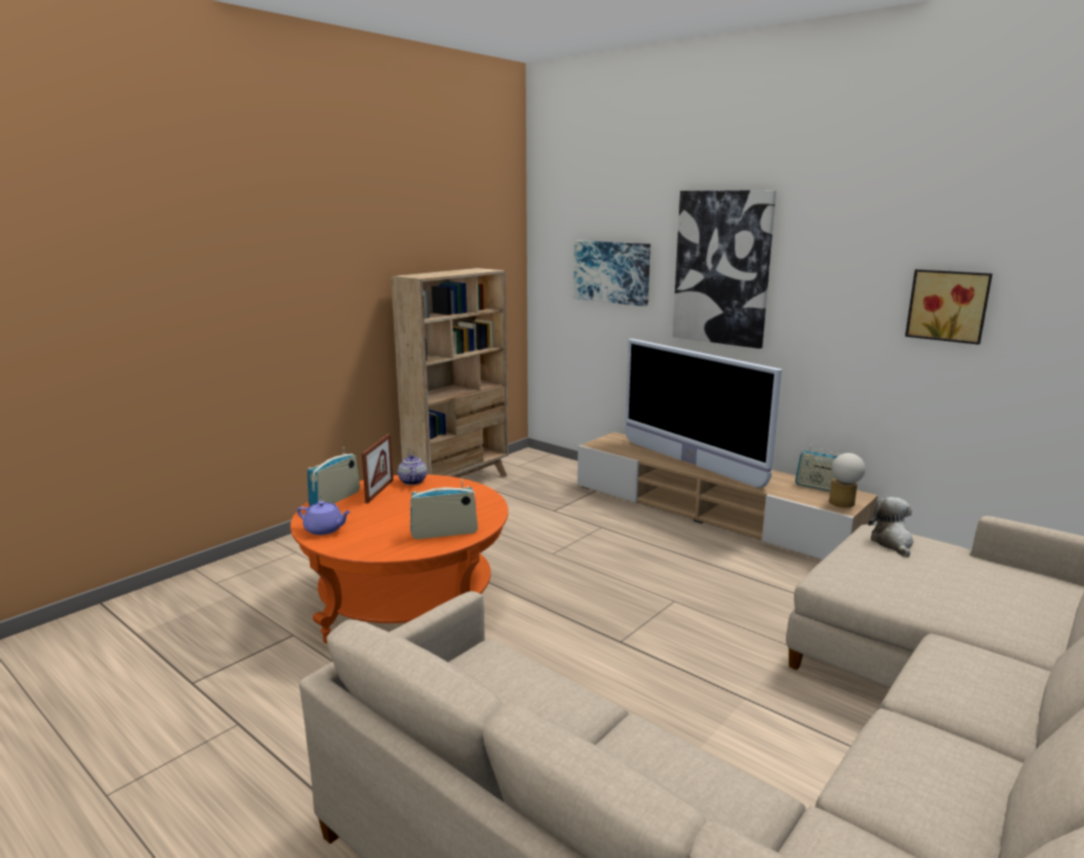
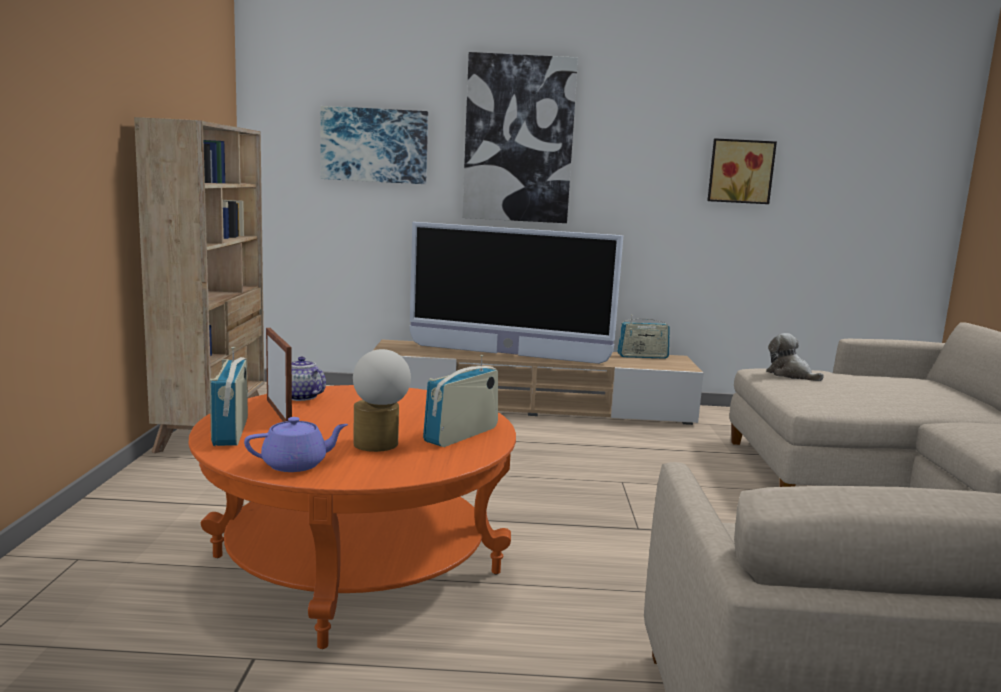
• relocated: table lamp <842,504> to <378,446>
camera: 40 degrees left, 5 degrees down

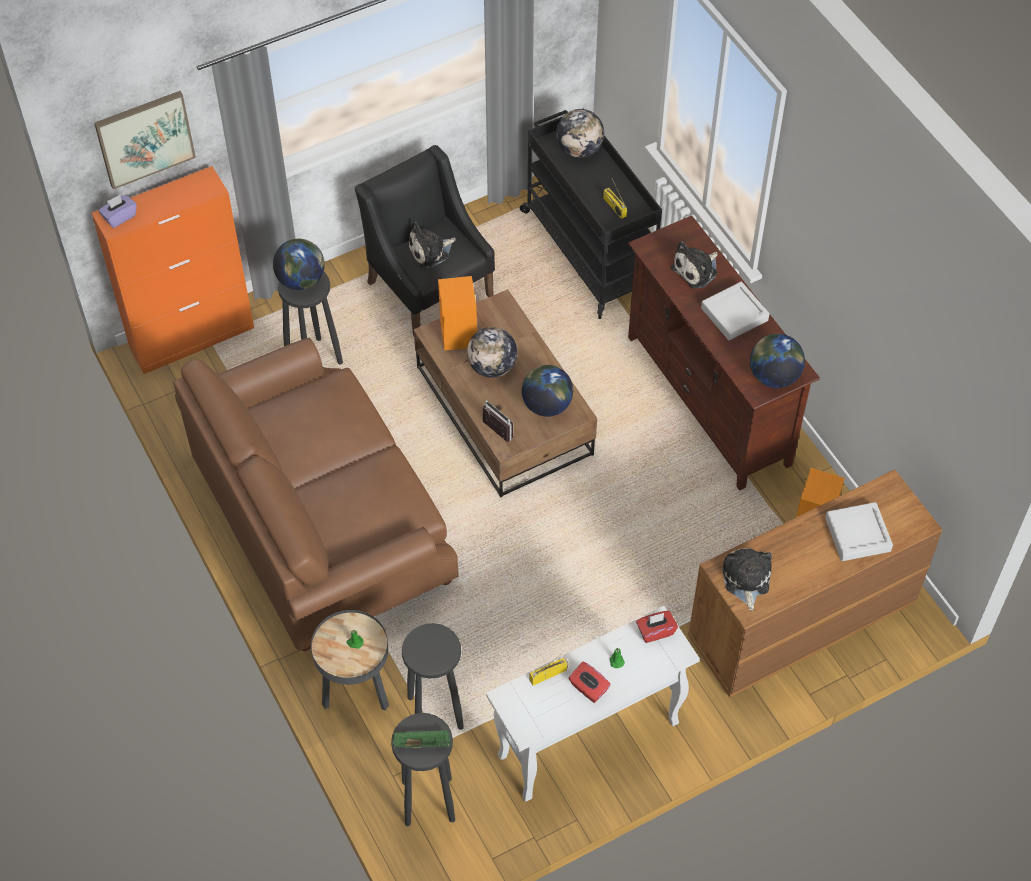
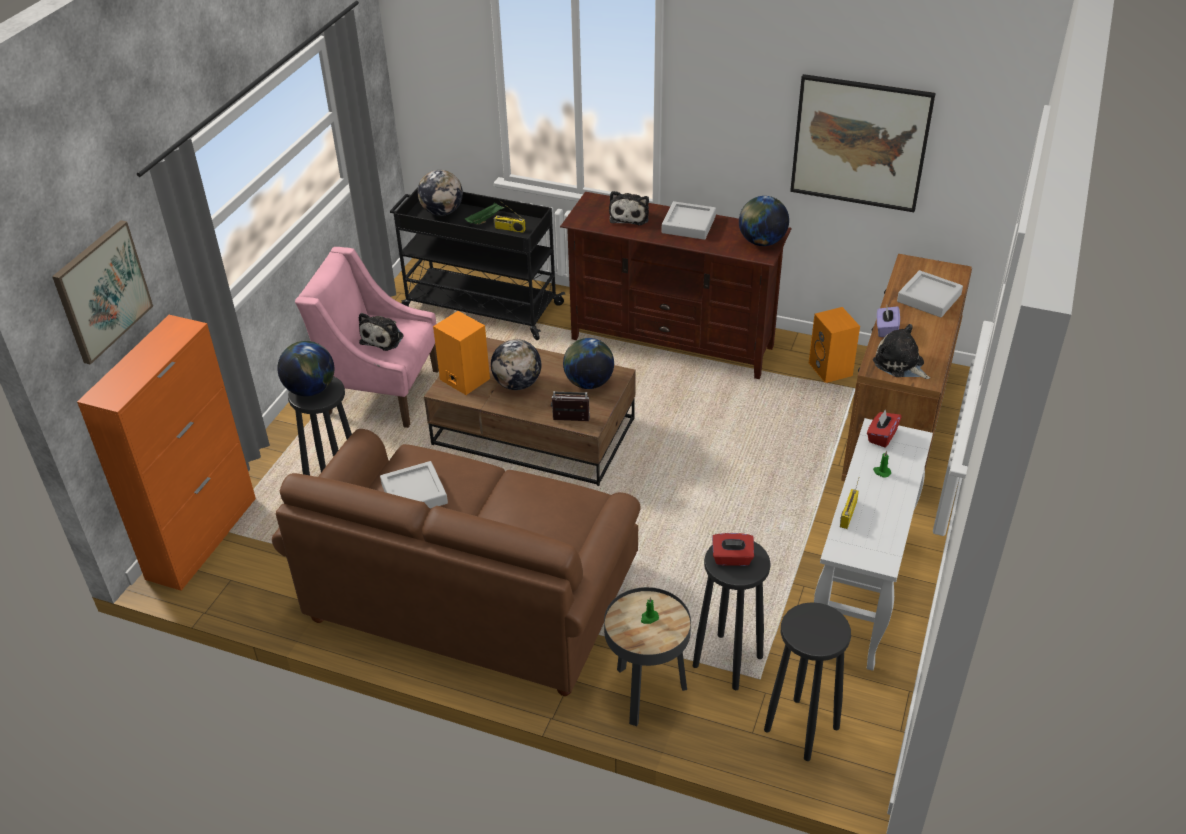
• relocated: purple tissue box <119,217> to <886,330>
• colour: black armchair <429,287> to pink armchair <381,391>
• relocated: green tray <423,743> to <485,219>
• relocated: red tissue box <588,688> to <732,559>
• appeared: grey tray <414,494>
• appeared: picture <860,143>
camera: 40 degrees left, 15 degrees down

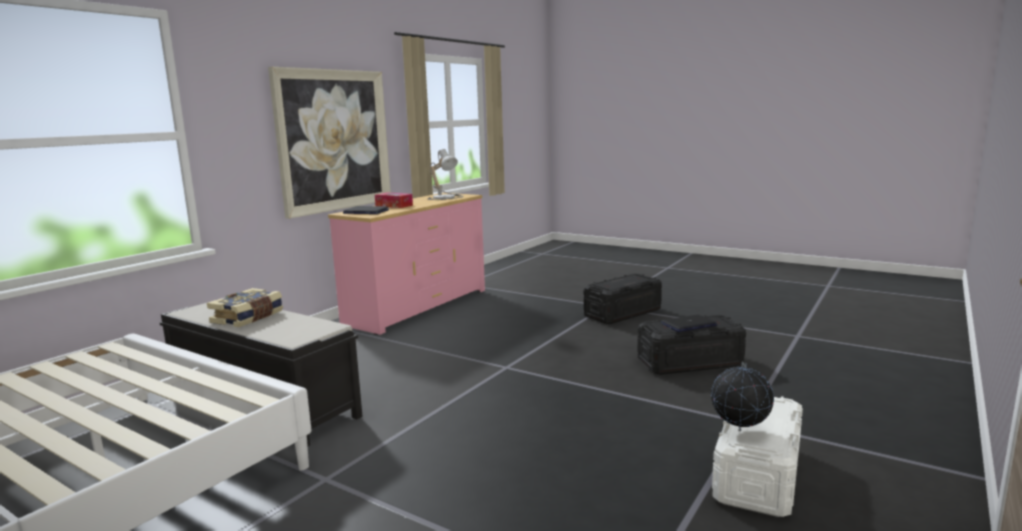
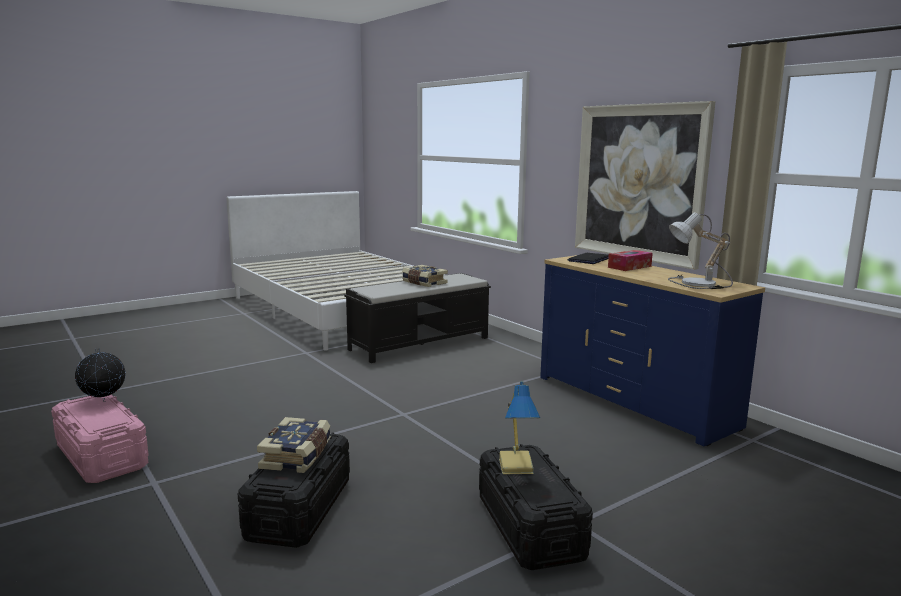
• colour: pink dresser <417,307> to blue dresser <634,401>
• exchanged: laptop <688,324> to book <297,456>
• colour: white storage box <758,474> to pink storage box <101,456>
• appeared: table lamp <517,466>
camera: 110 degrees right, 0 degrees up

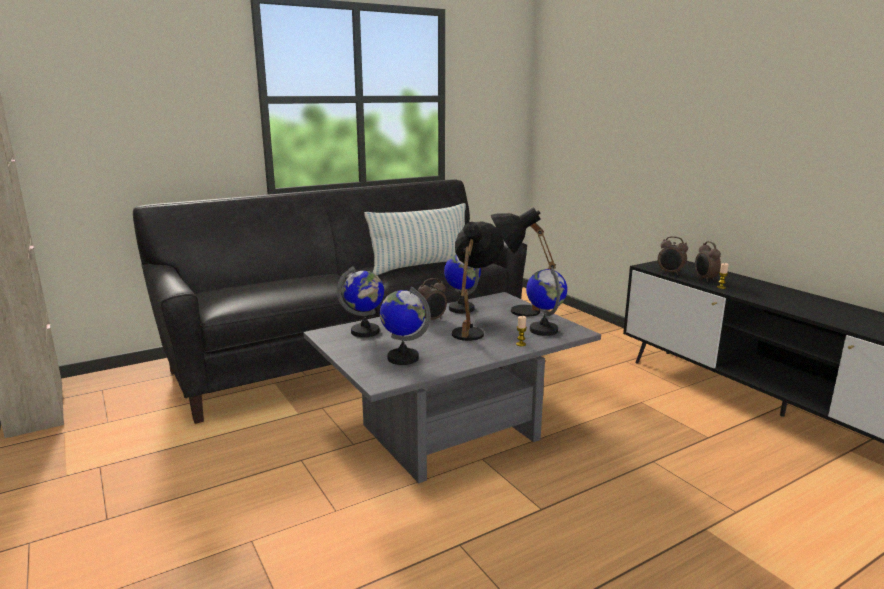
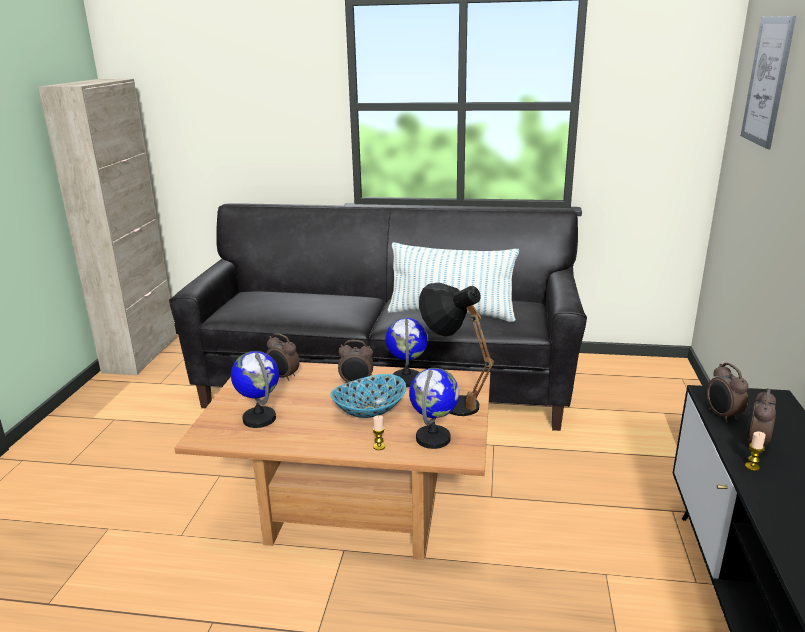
• colour: grey coffee table <450,435> to brown coffee table <352,511>
• exchanged: globe <365,332> to alarm clock <283,377>
• exchanged: black table lamp <472,330> to bowl <368,410>
• appeared: picture <767,81>
camera: 40 degrees right, 5 degrees up

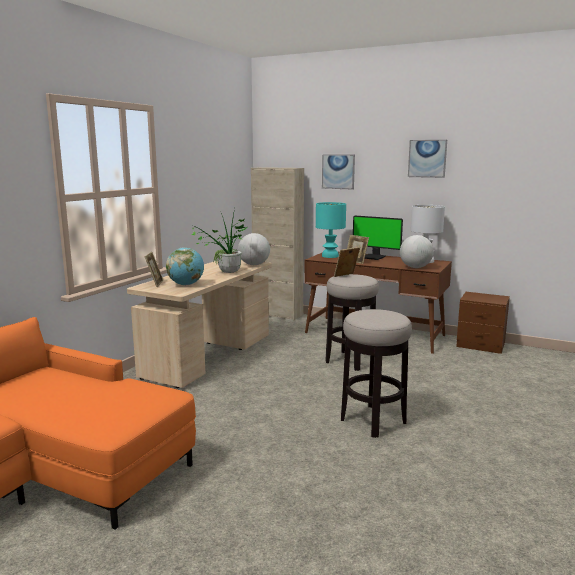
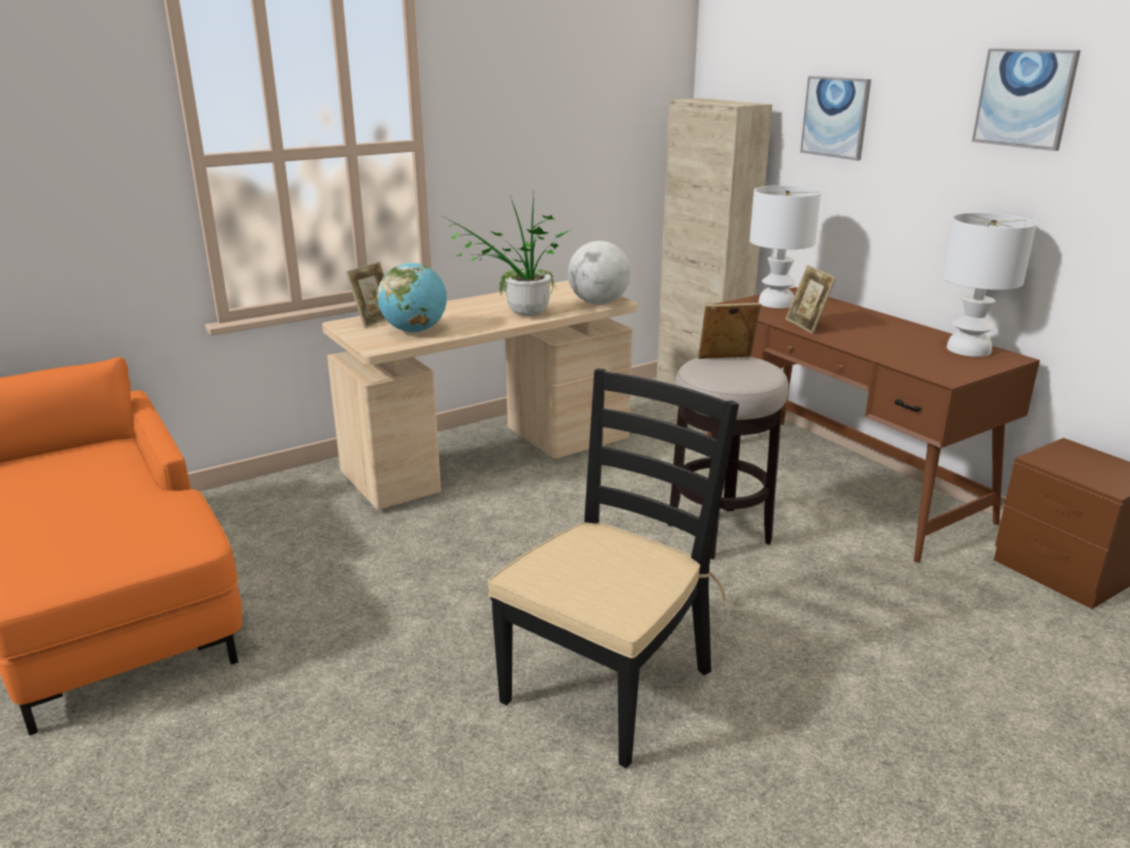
• colour: turquoise table lamp <329,256> to white table lamp <775,303>
• exchanged: stool <373,421> to black chair <608,684>
• missing: monitor <373,257>
• missing: globe <415,267>
camera: 30 degrees right, 10 degrees up

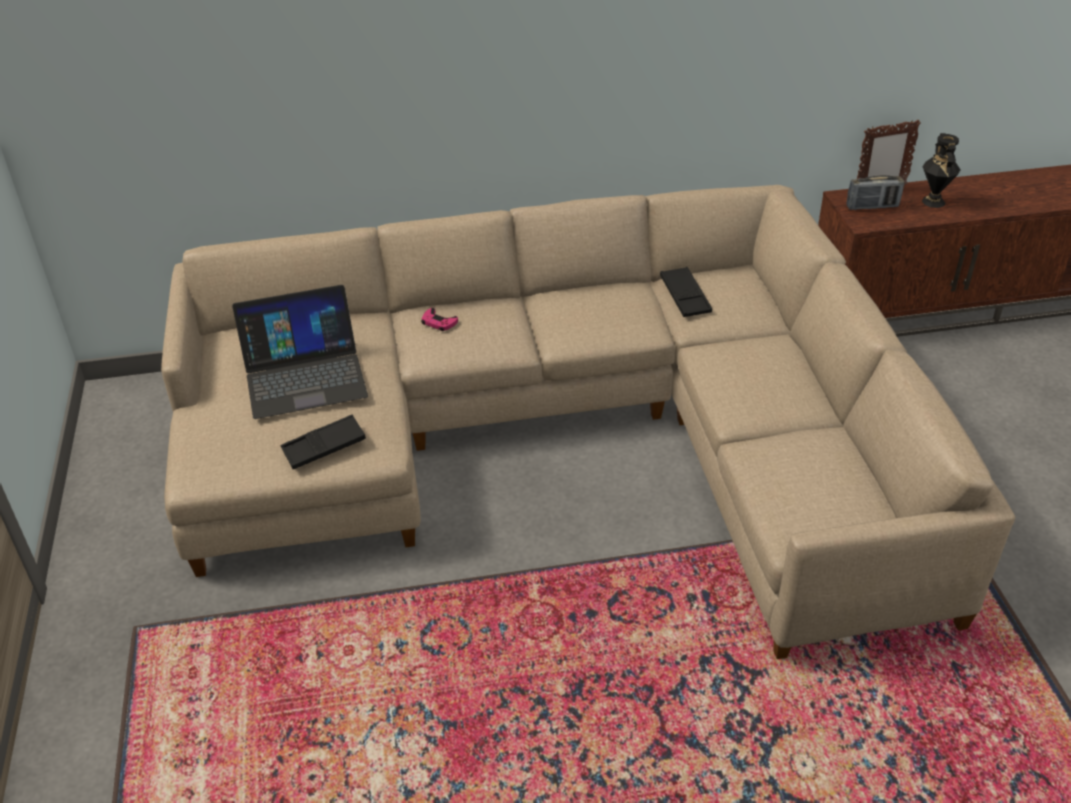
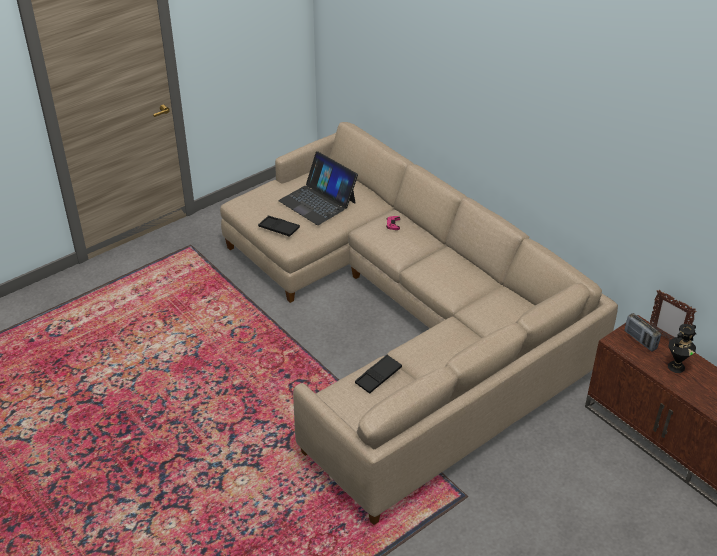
• relocated: black tray <685,296> to <378,376>
camera: 60 degrees right, 0 degrees up

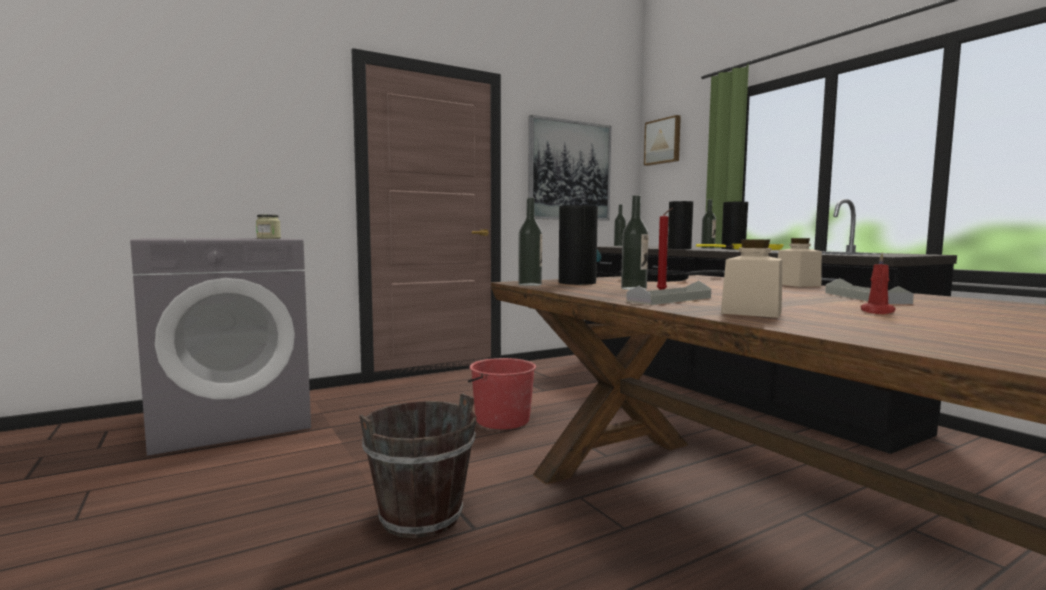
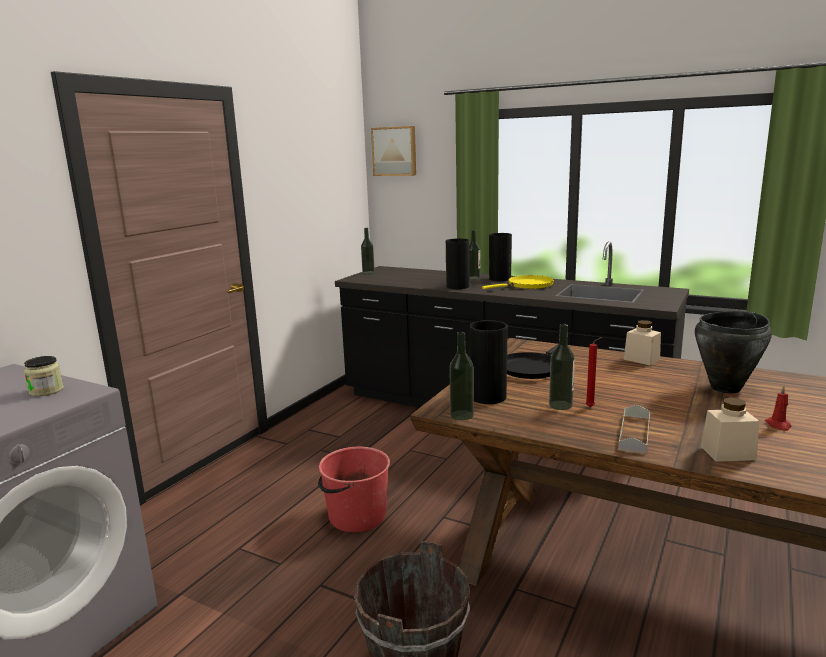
• missing: picture <569,171>
• exchanged: grey tray <865,298> to black cooking pot <726,388>
camera: 30 degrees left, 10 degrees up

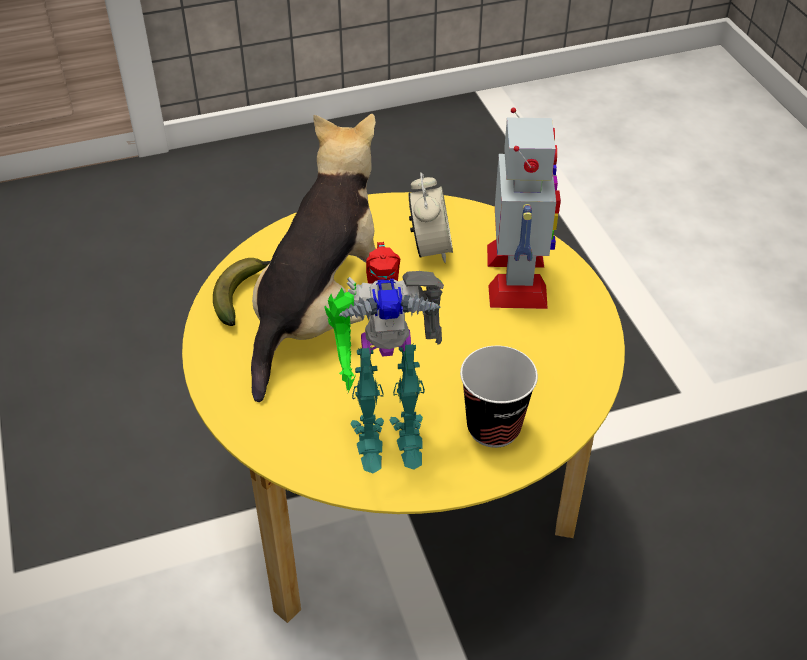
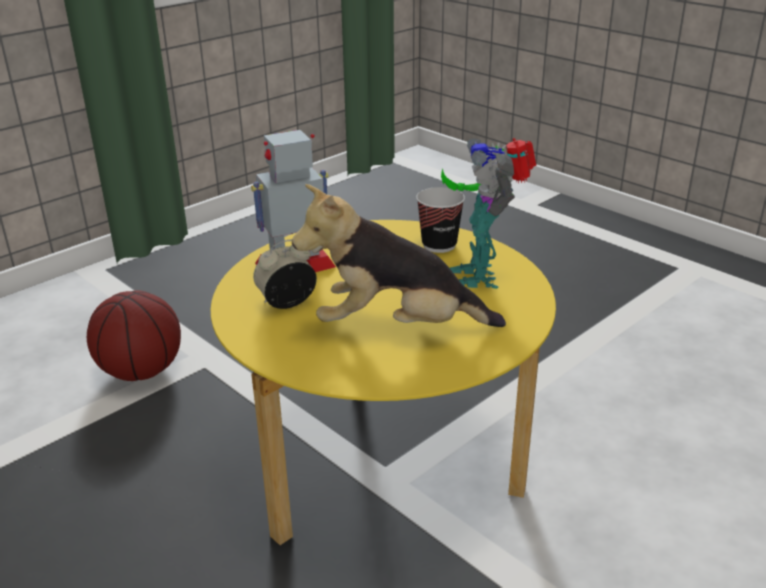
• missing: banana <246,293>
• spun: toy robot <384,434> = <480,275> 150 degrees counterclockwise
• appeared: basketball <140,372>
camera: 115 degrees left, 15 degrees down

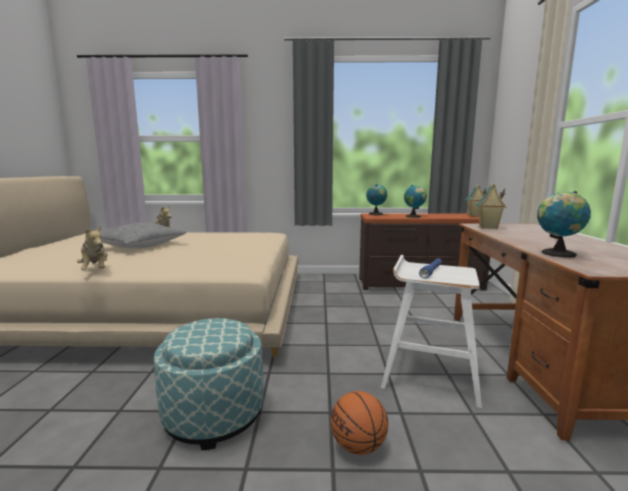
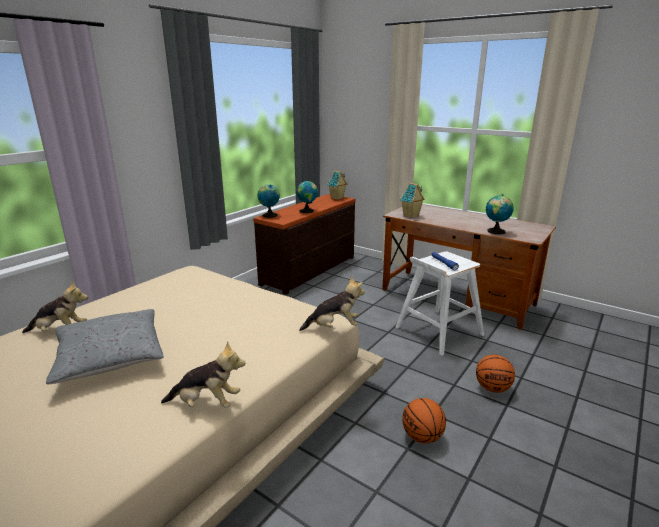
• exchanged: ottoman <213,415> to basketball <422,436>
• appeared: plush toy <334,327>
camera: 55 degrees left, 10 degrees up

